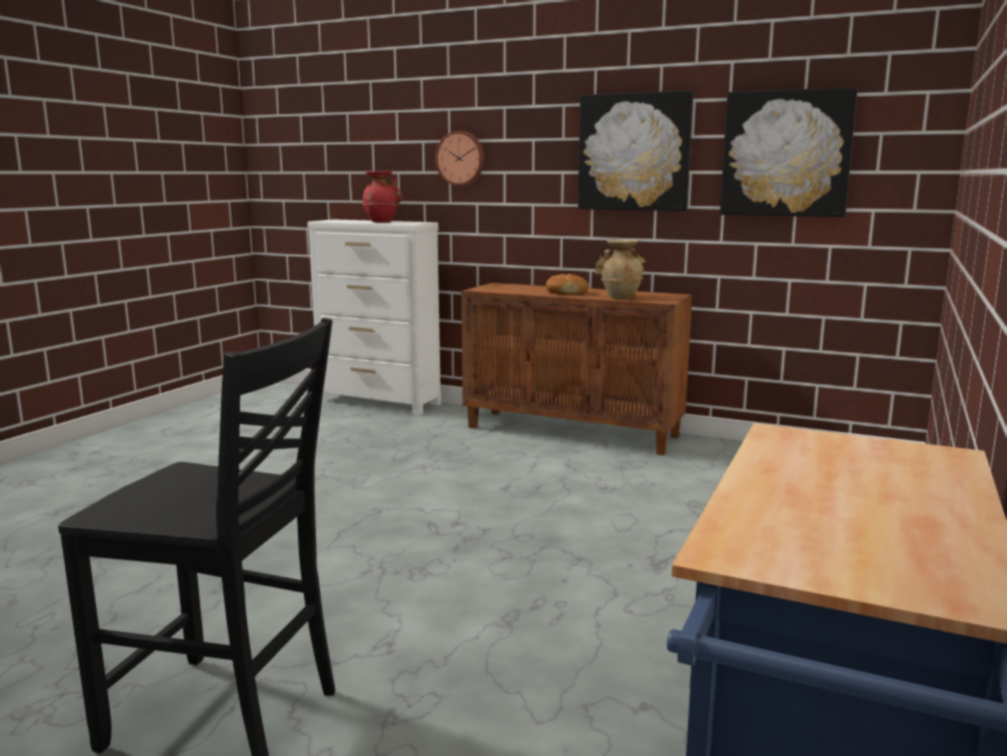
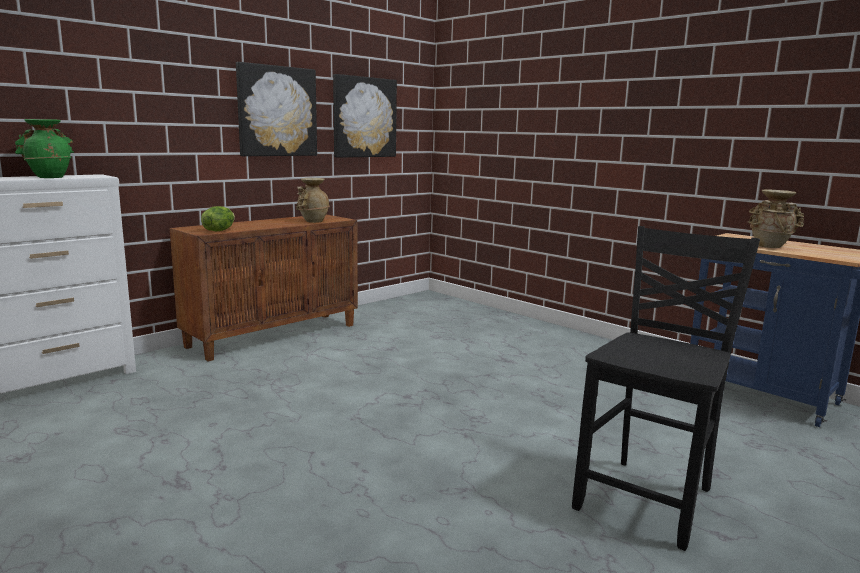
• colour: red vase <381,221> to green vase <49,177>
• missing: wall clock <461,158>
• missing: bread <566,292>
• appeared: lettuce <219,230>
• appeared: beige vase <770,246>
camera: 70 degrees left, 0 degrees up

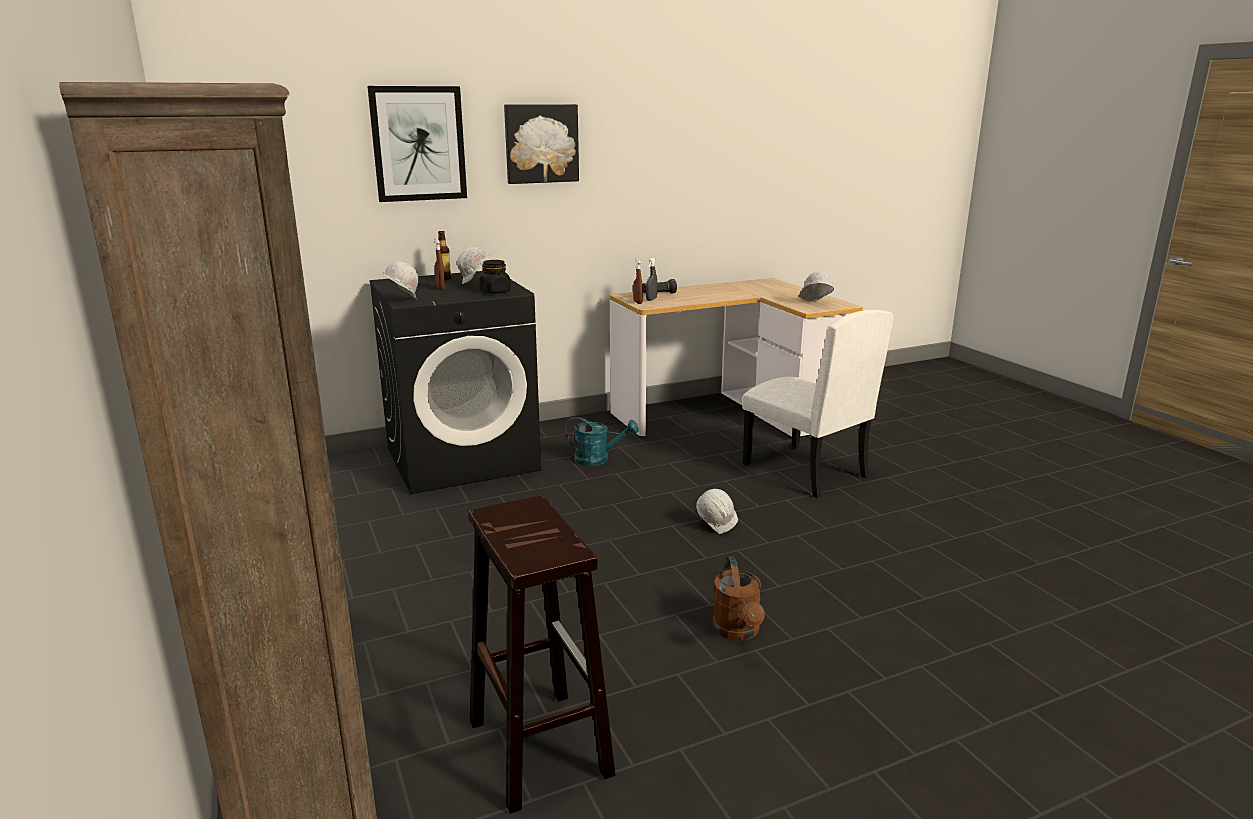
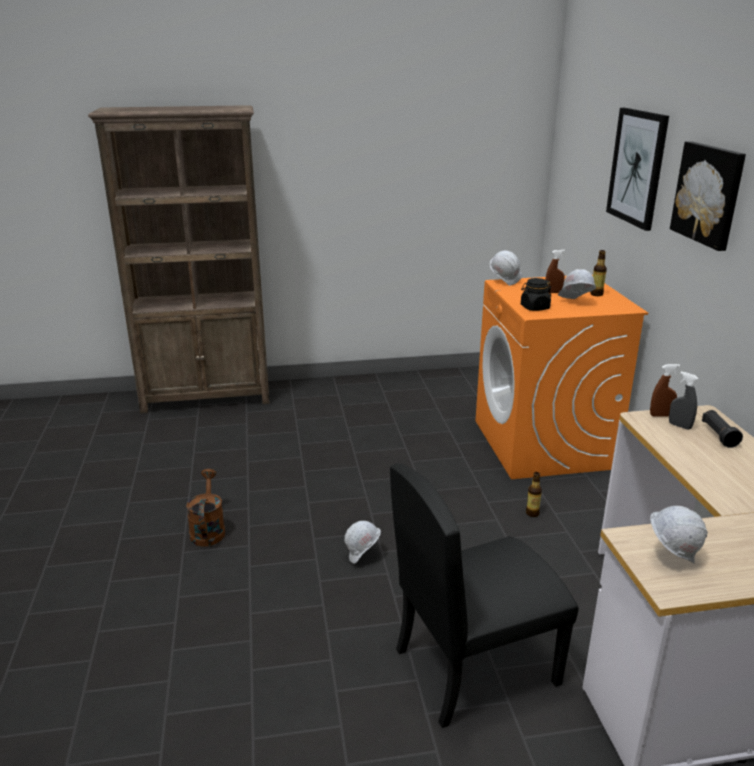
• colour: black washing machine <463,458> to orange washing machine <543,444>
• missing: brown stool <538,746>
• exchanged: turquoise watering can <598,460> to bottle <532,513>
• spun: brown watering can <738,632> = <208,530> 75 degrees clockwise
• colour: white chair <804,471> to black chair <475,665>
camera: 105 degrees right, 5 degrees up

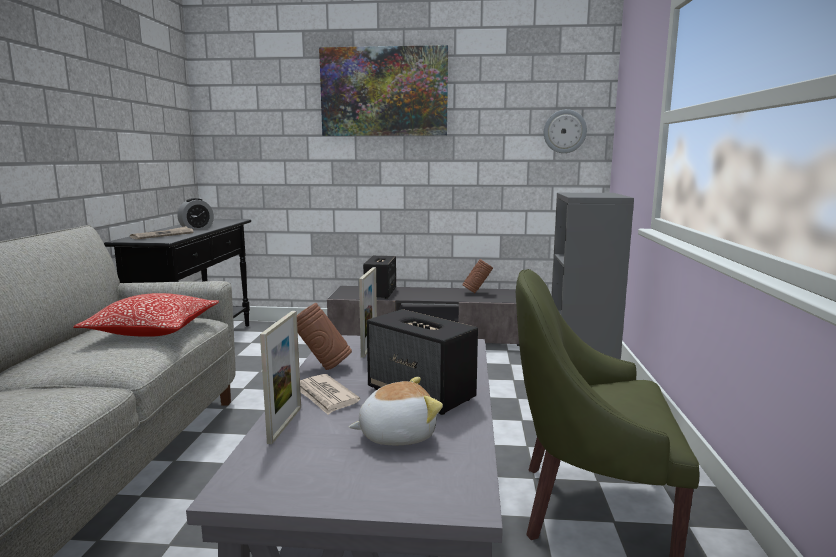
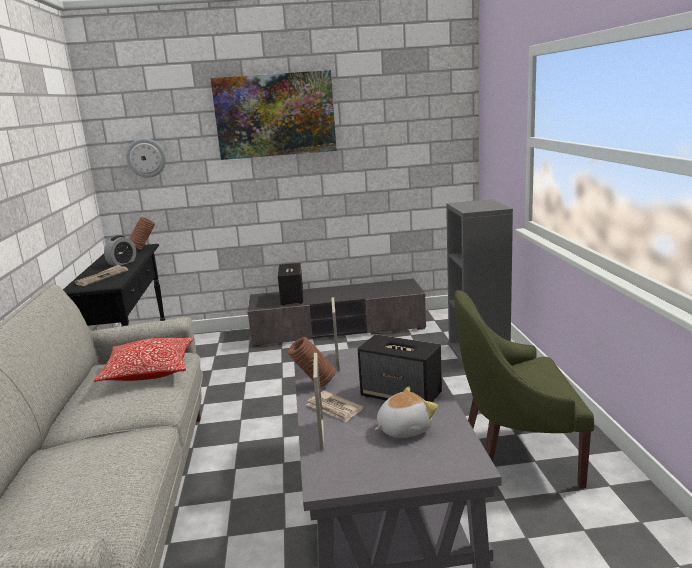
• relocated: brown vase <477,293> to <144,249>
• relocated: wall clock <564,131> to <146,158>
camera: 10 degrees left, 5 degrees up

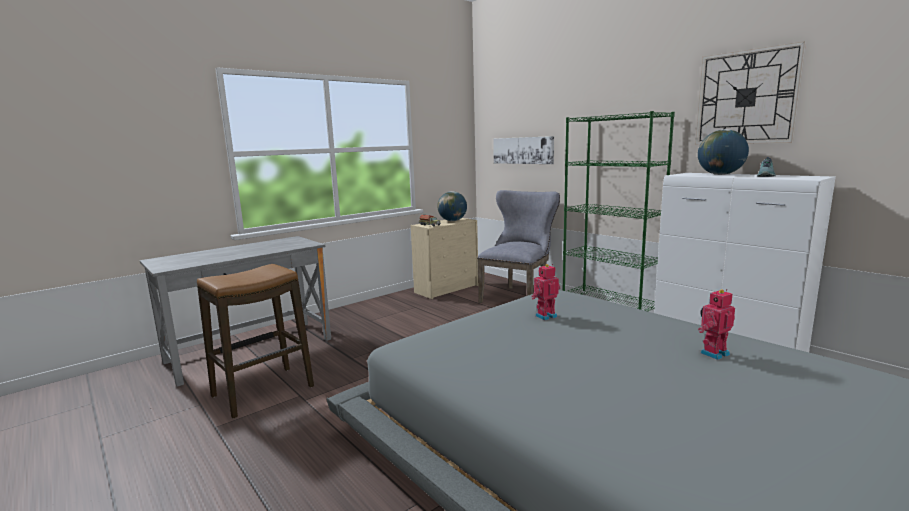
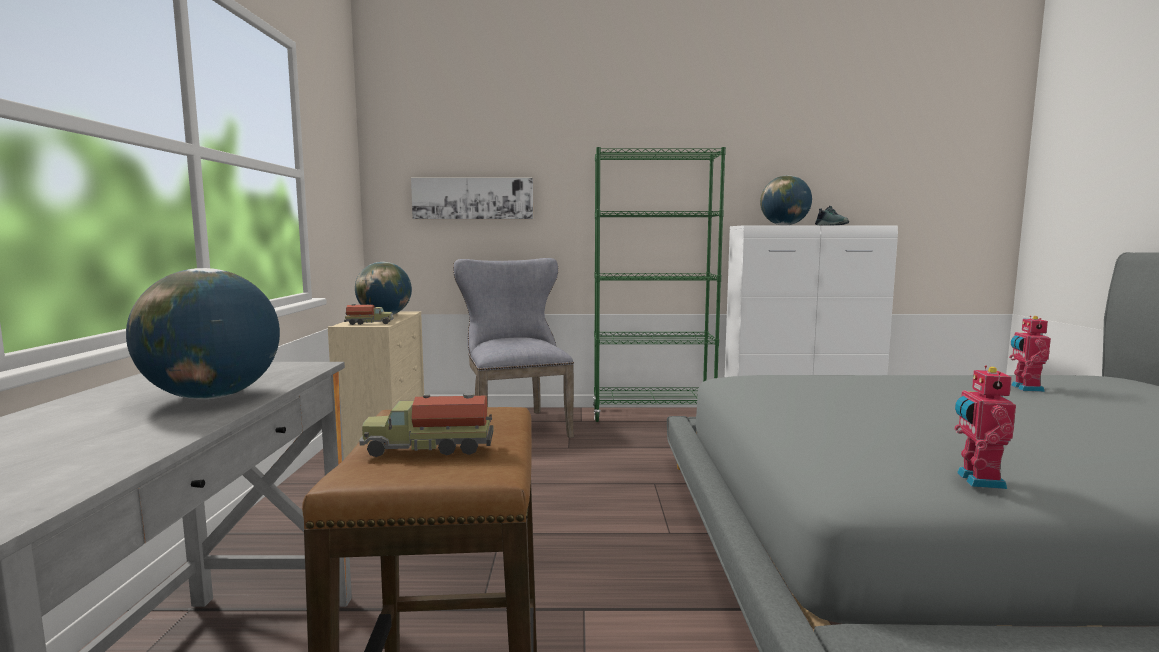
• relocated: toy robot <545,316> to <977,480>
• missing: wall clock <746,97>
• appeared: globe <214,396>
• appeared: toy truck <428,448>
camera: 50 degrees left, 5 degrees down

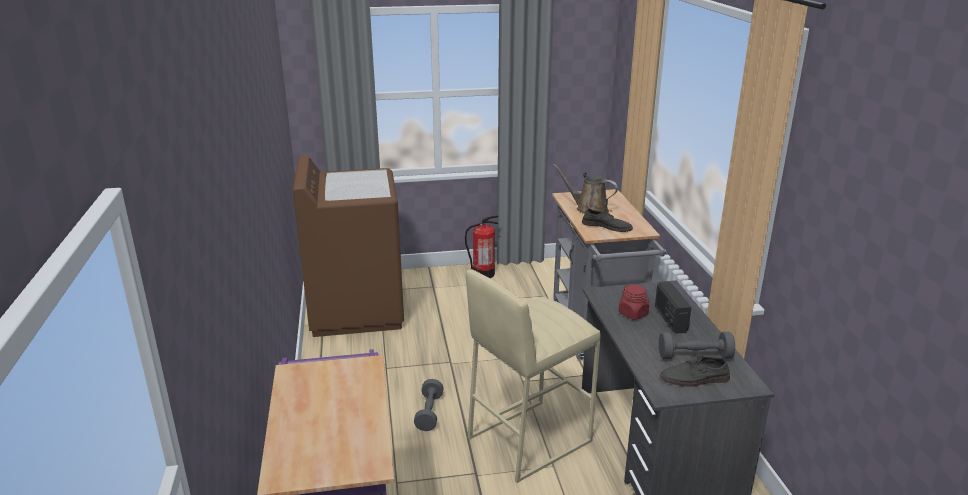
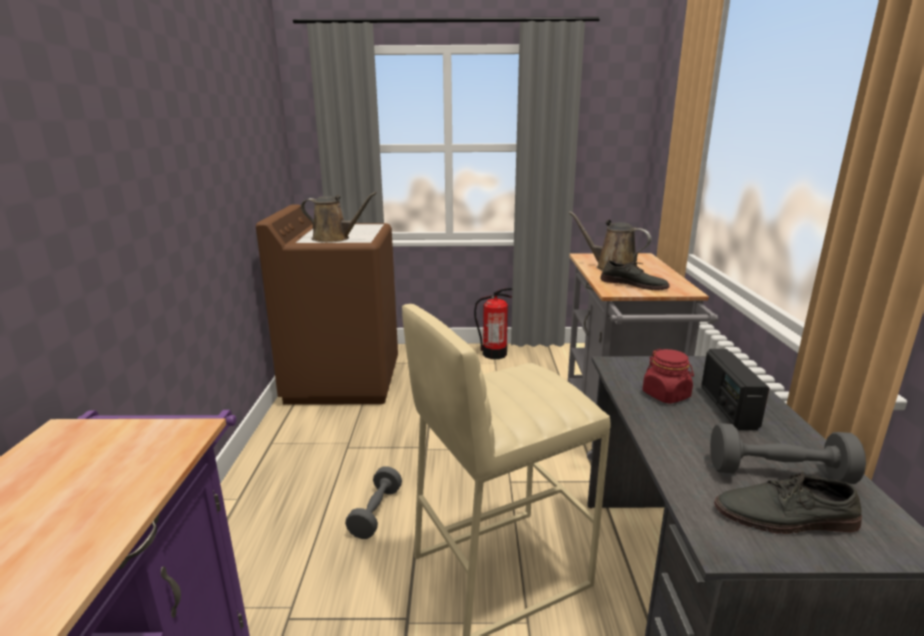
• appeared: brown watering can <334,238>
camera: 10 degrees right, 5 degrees down

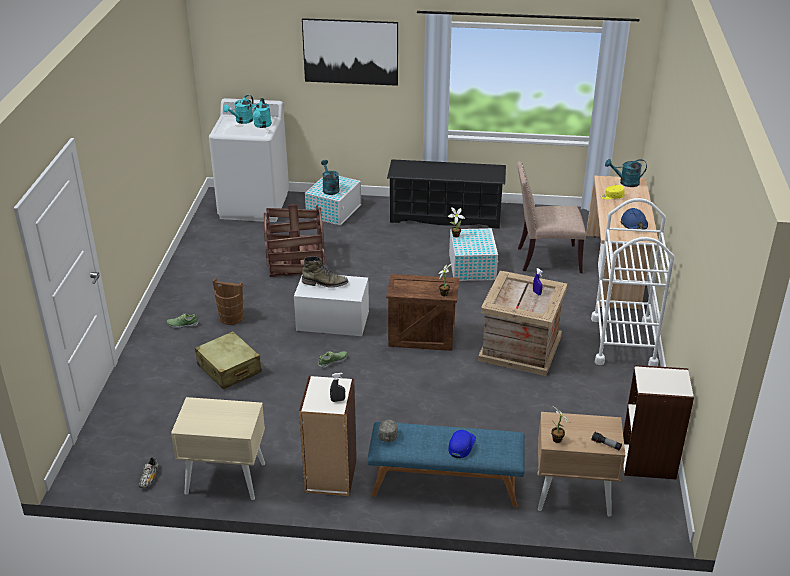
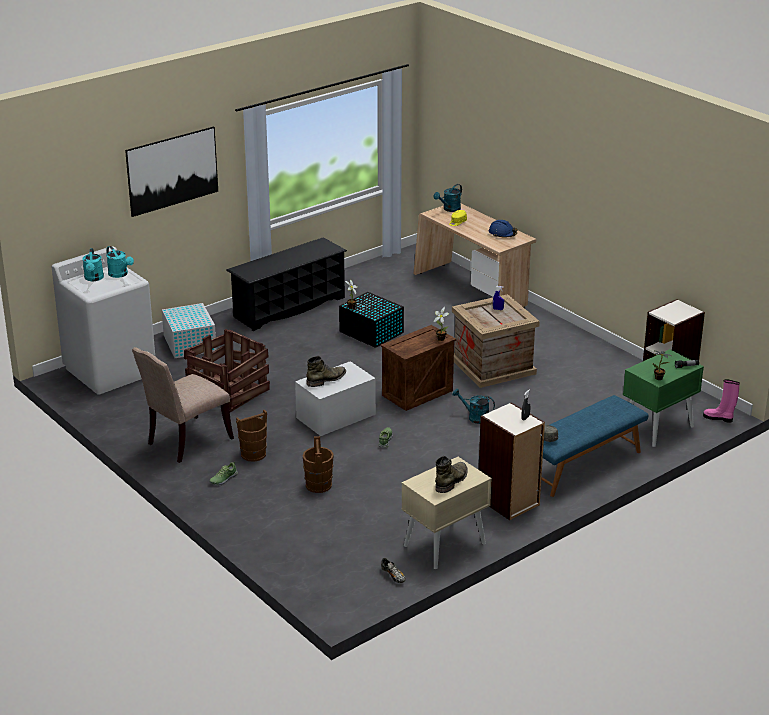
• exchanged: beige suitcase <229,369> to brown bucket <318,485>
• relocated: turquoise watering can <329,188> to <474,417>
• missing: blue cap <461,445>
• colour: white storage box <472,266> to black storage box <371,332>
• relocated: beige chair <545,259> to <186,442>
• colour: beige nightstand <572,494> to green nightstand <657,427>
• missing: white cart <623,342>
• appeared: green boot <451,481>
• appeared: pink boot <719,418>
camera: 45 degrees left, 5 degrees down

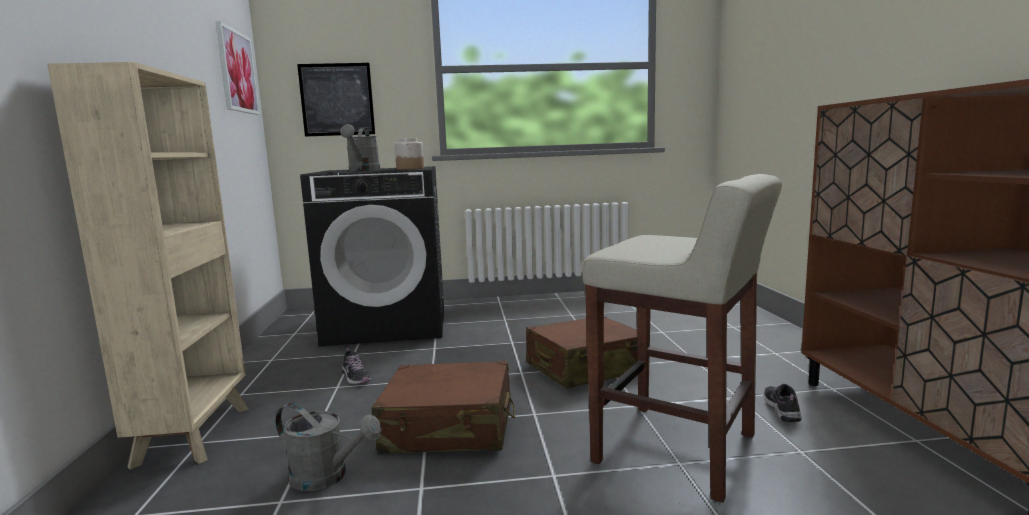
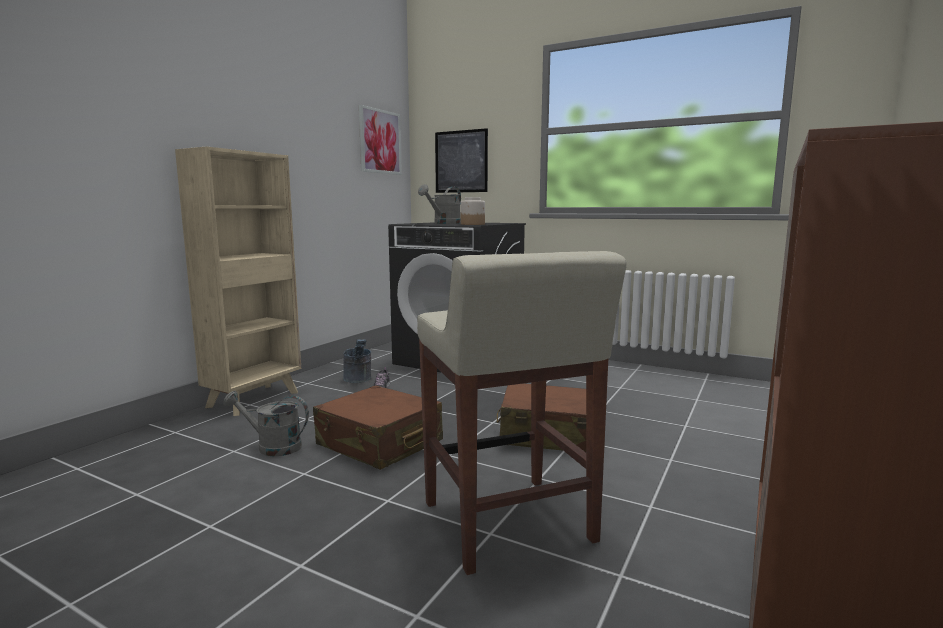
• spun: grey watering can <327,477> = <272,447> 135 degrees clockwise
• missing: shoe <781,409>
• appeared: grey bucket <358,380>
camera: 35 degrees right, 0 degrees up

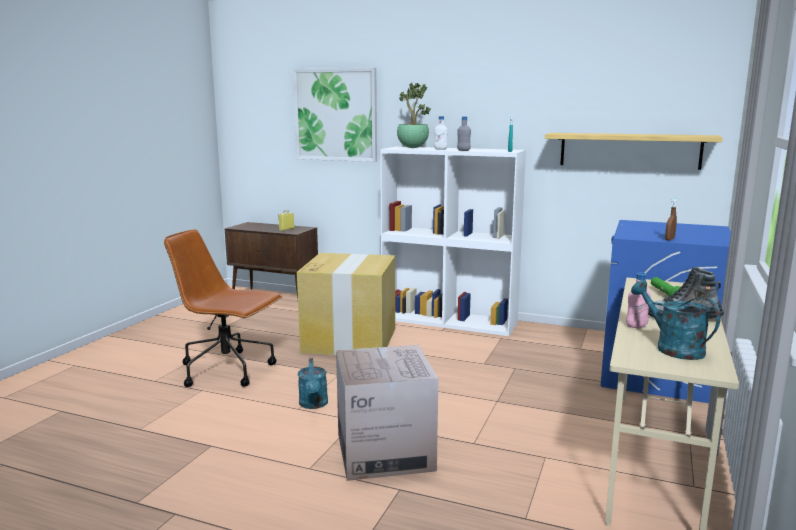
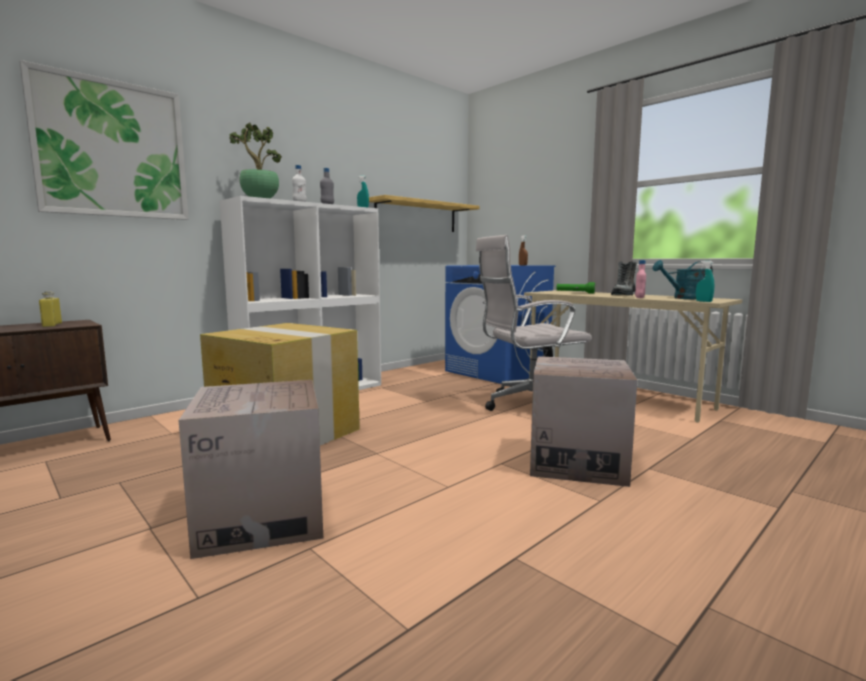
• exchanged: brown office chair <228,370> to cardboard box <262,517>
• missing: turquoise watering can <313,405>
• appeared: white office chair <527,406>
• appeared: turquoise spray bottle <703,301>
camera: 65 degrees left, 5 degrees down

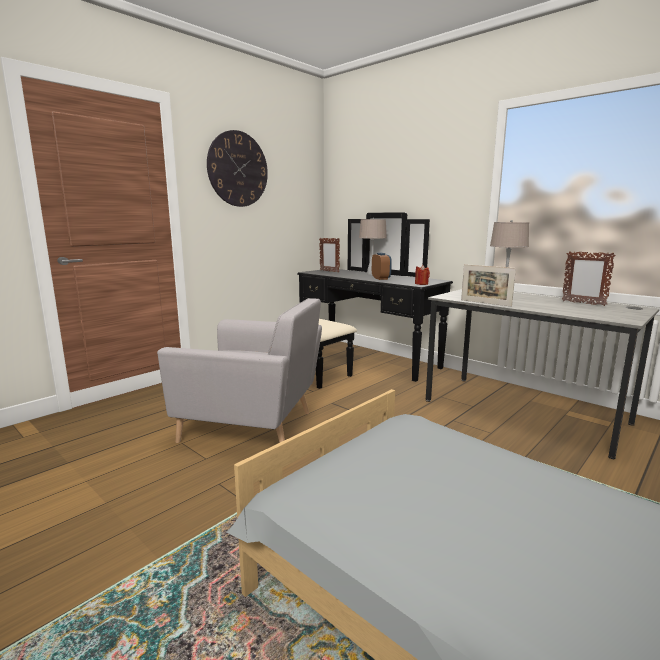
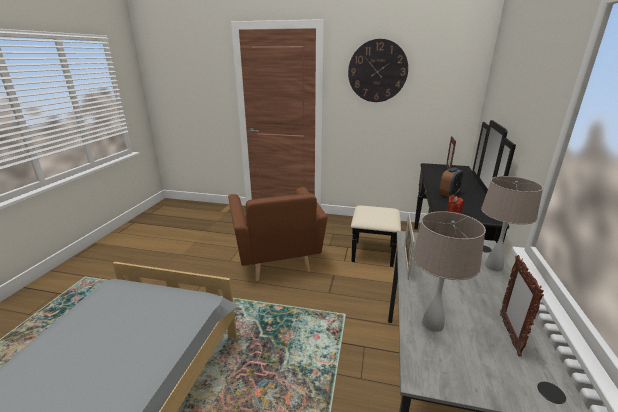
• colour: grey armchair <253,424> to brown armchair <277,258>
• relocated: beige table lamp <372,274> to <432,324>
camera: 60 degrees right, 10 degrees up

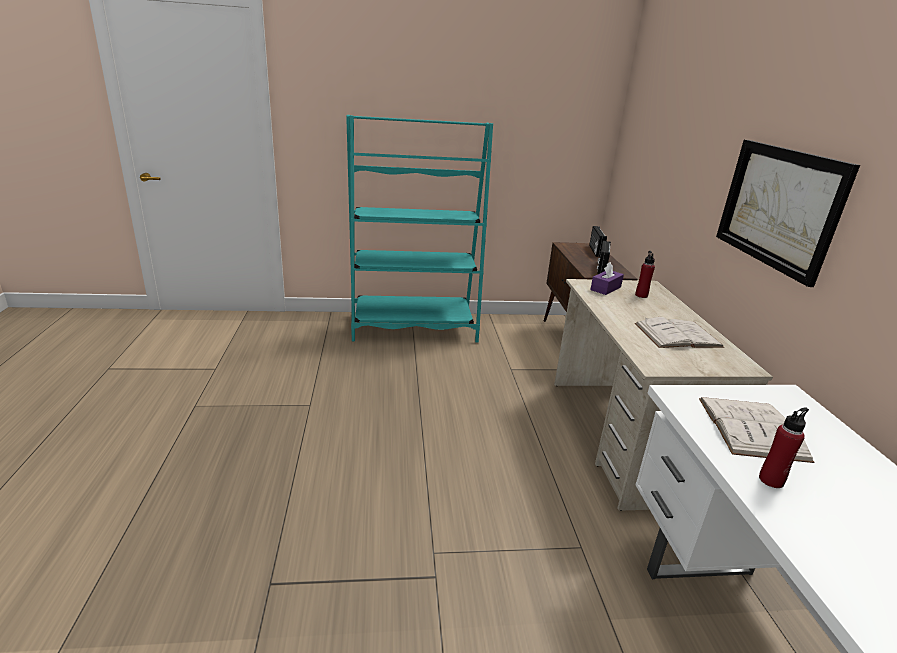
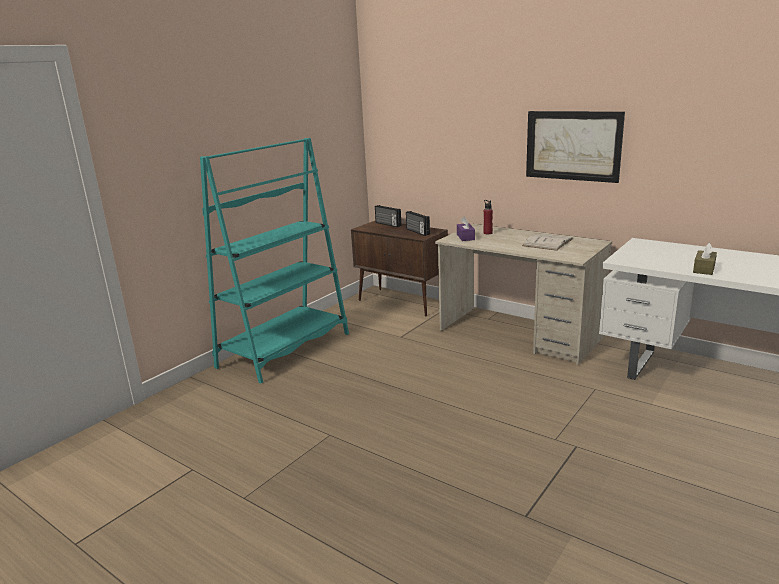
• missing: white book <751,428>
• exchanged: red bottle <771,480> to brown tissue box <704,269>
camera: 45 degrees left, 5 degrees down

